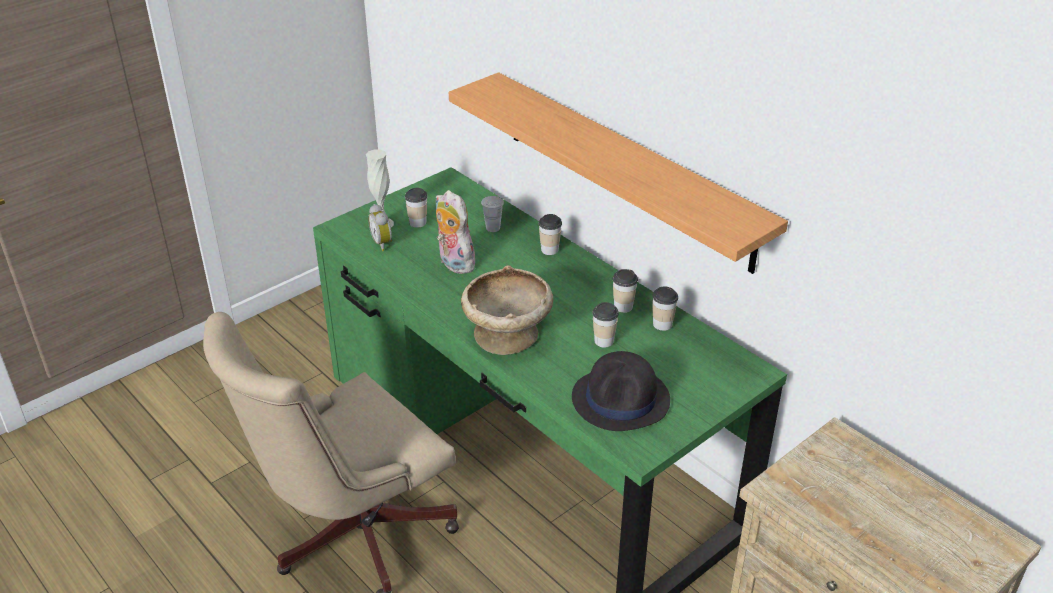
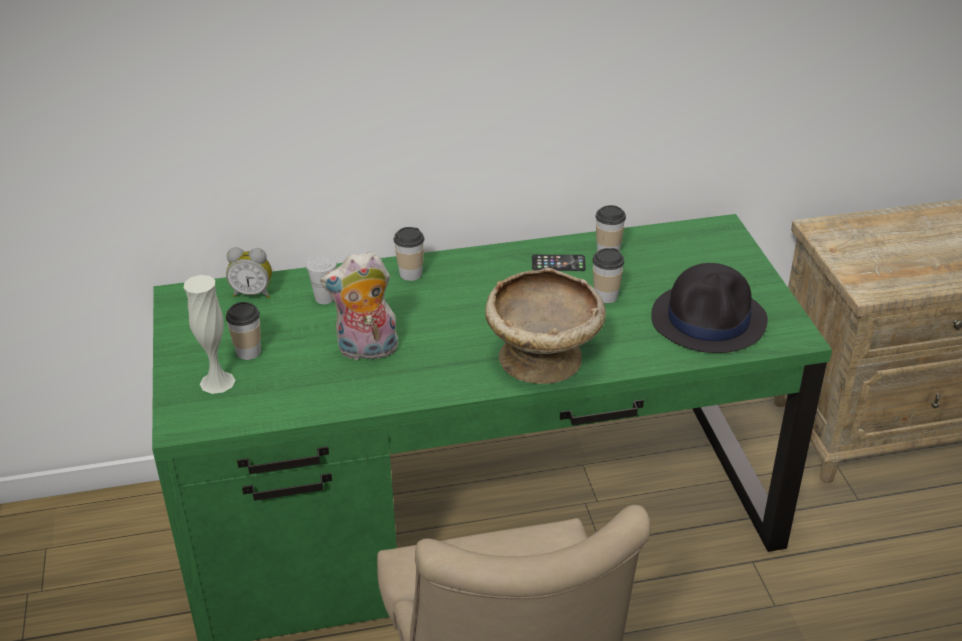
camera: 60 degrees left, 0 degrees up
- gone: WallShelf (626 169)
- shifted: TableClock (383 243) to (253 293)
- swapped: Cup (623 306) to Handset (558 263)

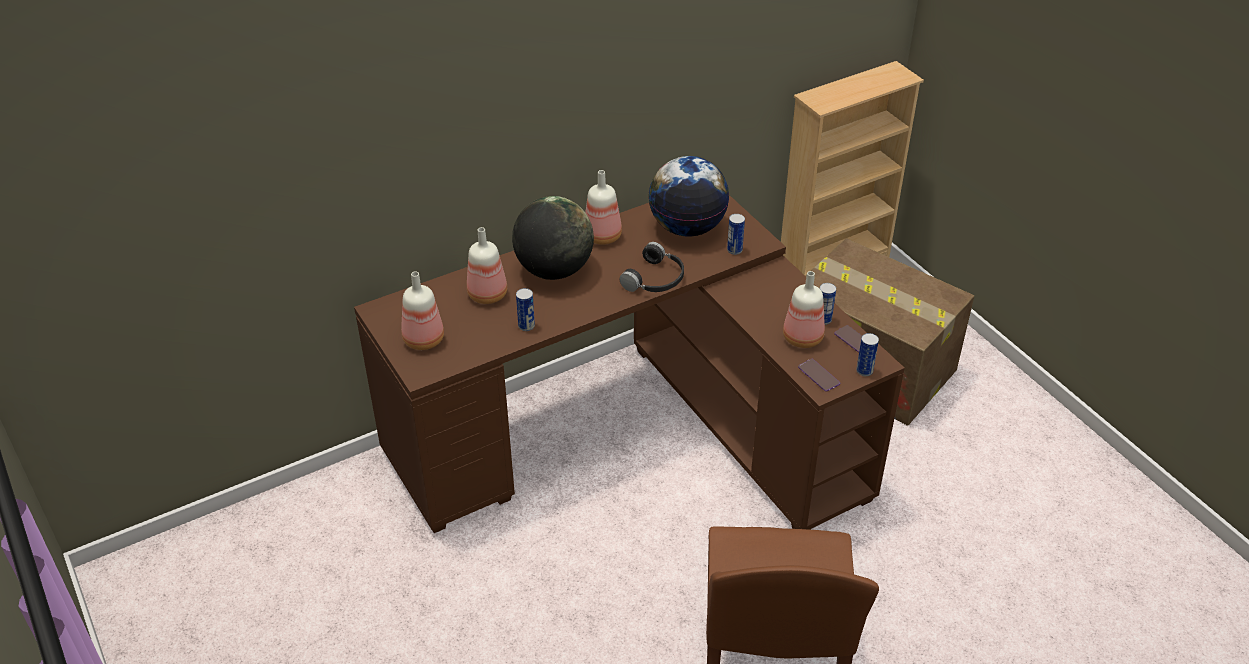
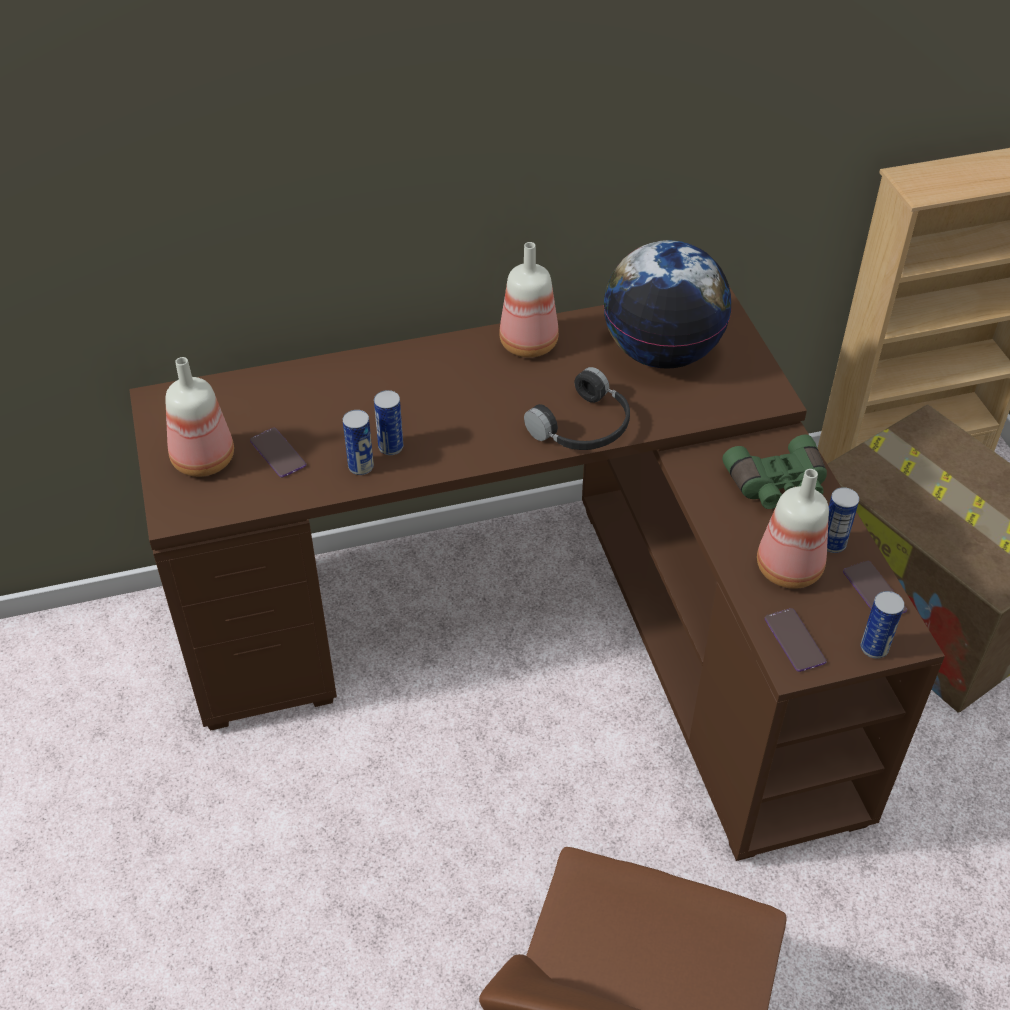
camera: 15 degrees right, 5 degrees up
- gone: WorldGlobe (554 270)
- shifted: SealedCan (734 250) to (391 447)
- gone: BeverageBottle (487 294)
- new: Handset (278 453)
- new: GreenColouredFieldGlasses (777 485)

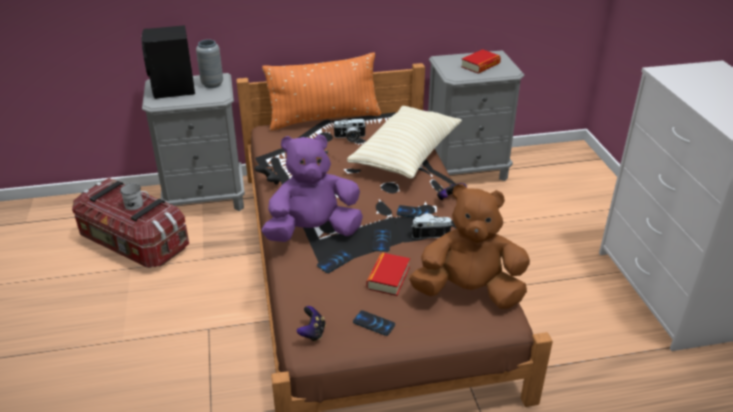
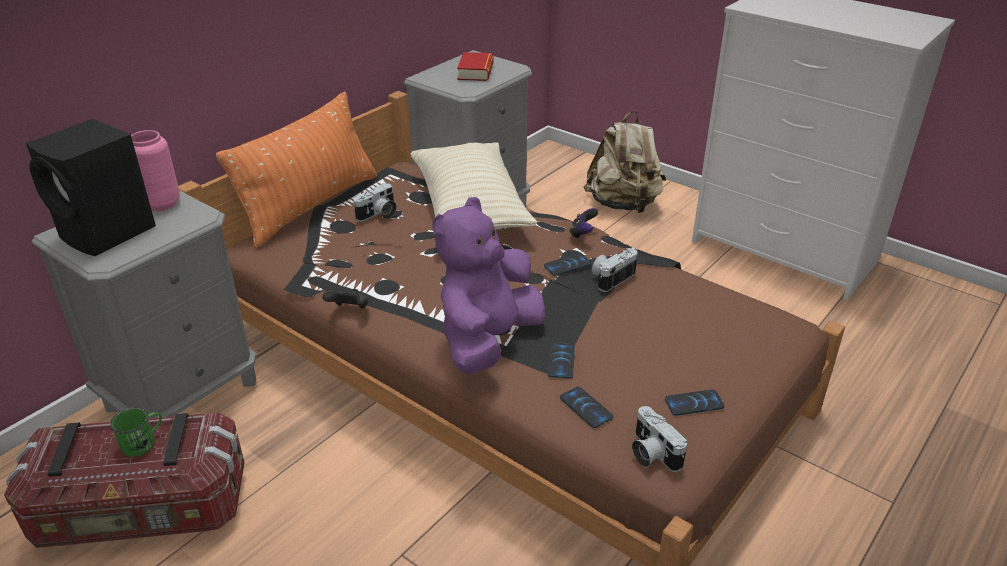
camera: 40 degrees left, 0 degrees up
- repainted: GrayDecorativeVase (212 84) to PinkishDecorativeVase (162 204)
- repainted: WhiteColouredCoffeeMug (137 205) to GreenColouredCoffeeMug (143 442)
- gone: BrownColouredSoftToy (468 292)
- shifted: Handset (381 241) to (586 408)
- gone: Book (388 278)
- swapped: Gamepad (312 333) to PhotoCamera (651 453)
- new: BeigeBackpack (623 205)

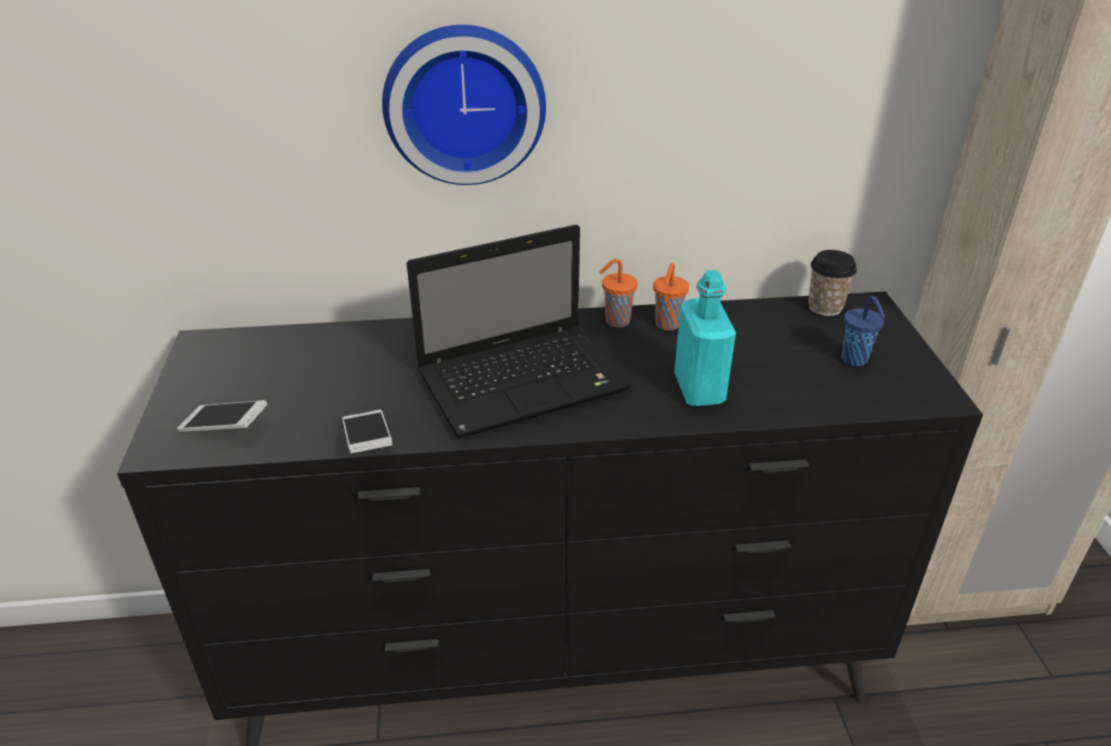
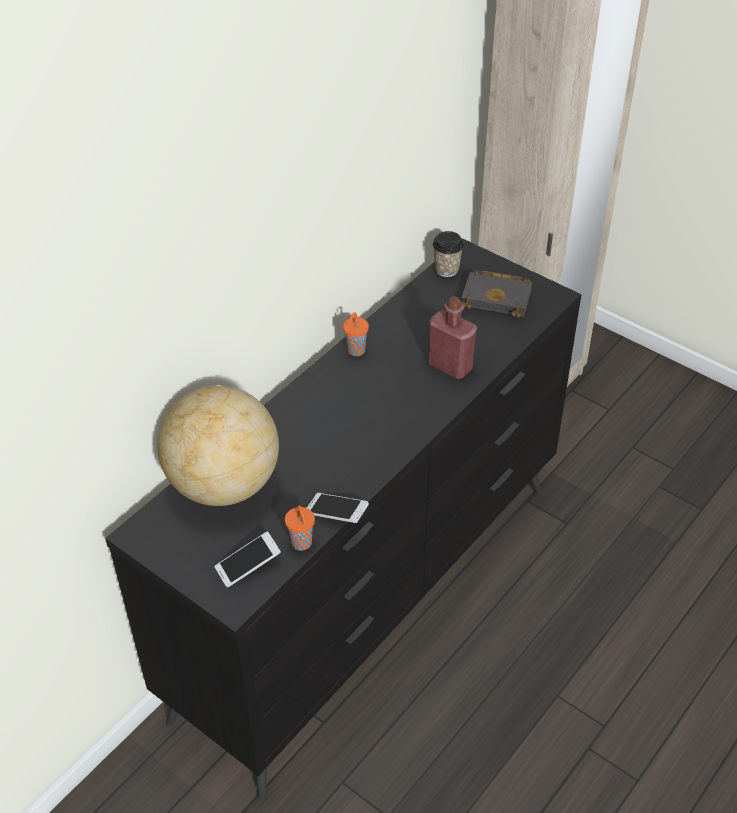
camera: 45 degrees left, 10 degrees up
- gone: HangingClock (464 103)
- gone: NotebookComputer (525 381)
- shifted: OrangeCup (667 325) to (302 544)
- repainted: TurquoiseBeverageBottle (699 389) to RedColouredBeverageBottle (450 366)
- swapped: BlueColouredCup (855 360) to BlackColouredBook (498 297)
- new: WorldGlobe (223 484)

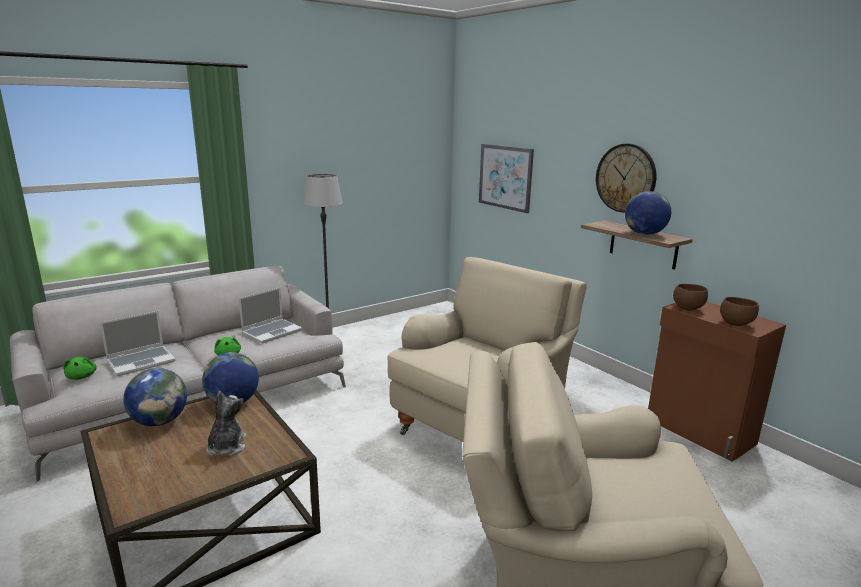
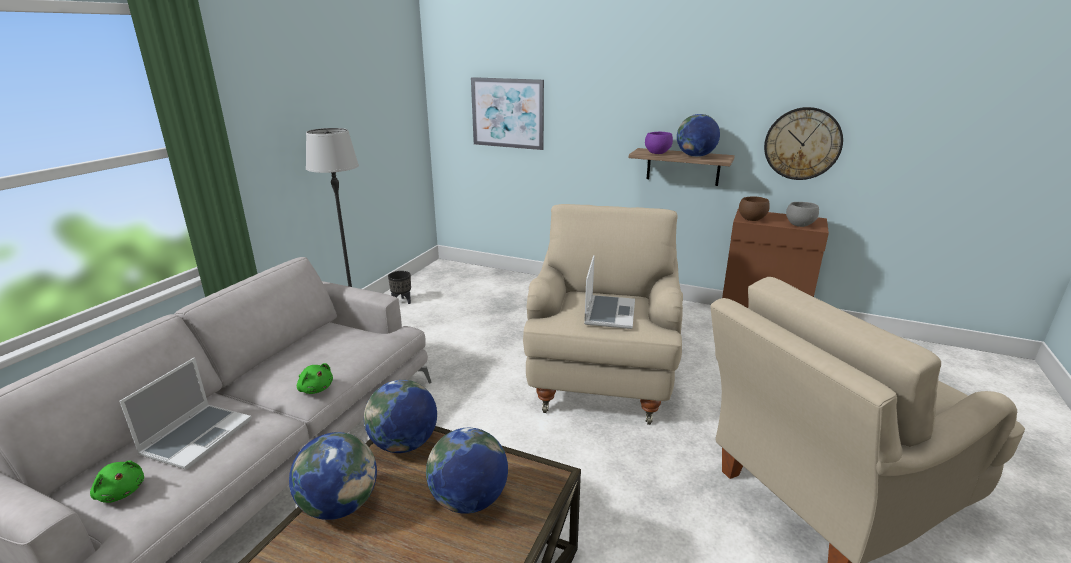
camera: 30 degrees left, 5 degrees up
- shifted: HangingClock (625 178) to (802 144)
- shifted: NotebookComputer (272 331) to (609 313)
- repainted: BrownColouredBowl (735 323) to GrayBowl (799 225)
- swapped: SoftToy (226 447) to WorldGlobe (469 500)
- new: PurpleBowl (656 153)
- new: BlackColouredPlantPot (402 301)

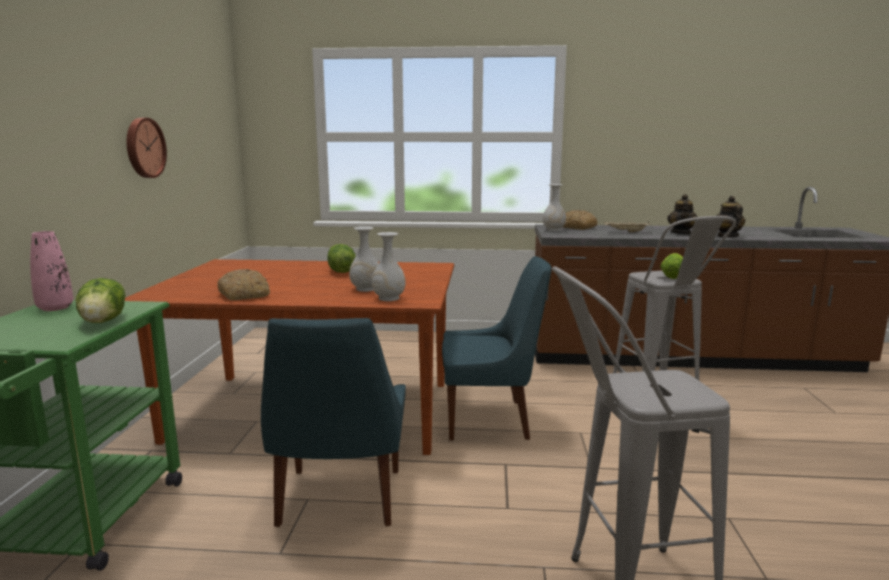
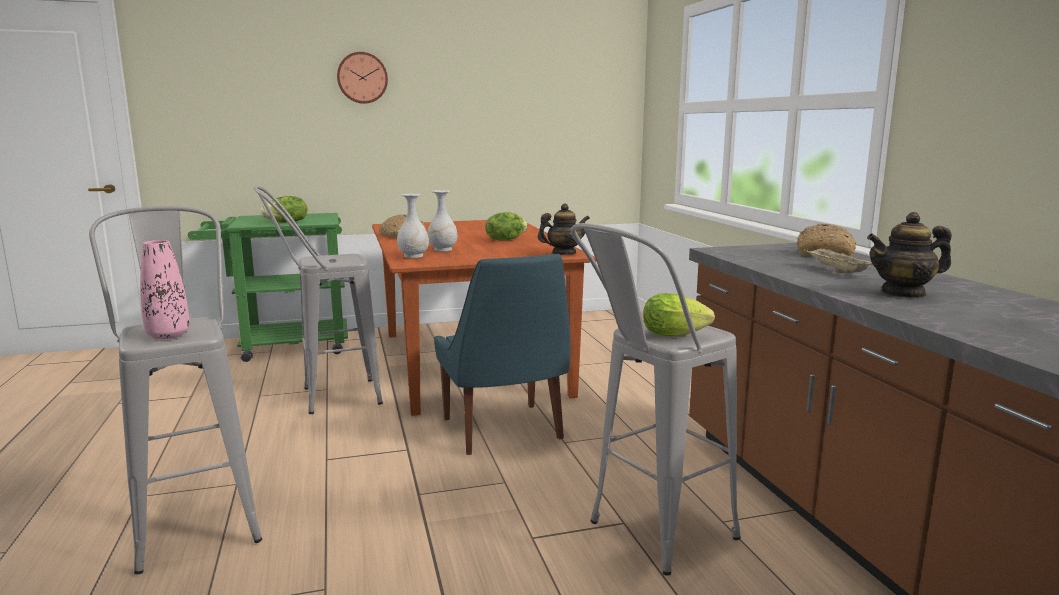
camera: 70 degrees right, 0 degrees up
- shifted: HangingClock (144 148) to (362 78)
- gone: WhiteColouredDecorativeVase (554 230)
- shifted: PotForTea (727 236) to (563 253)
- shifted: PinkishDecorativeVase (55 308) to (168 335)
- swapped: BlueColouredPlainChair (339 500) to GrayStoolSeat (326 398)

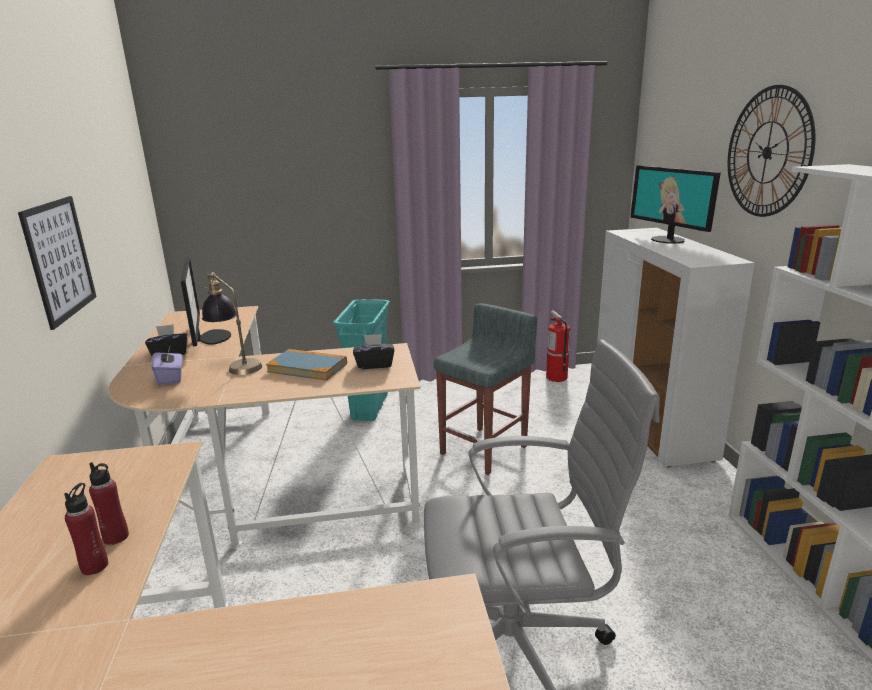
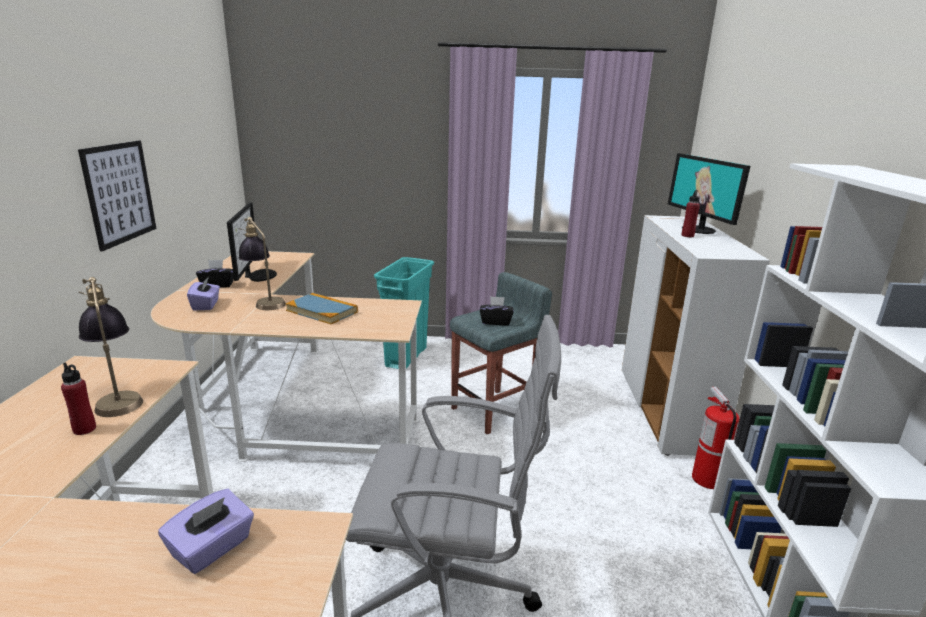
camera: 10 degrees right, 0 degrees up
- gone: HangingClock (767 152)
- shifted: Extinguisher (556 377) to (707 479)
- shifted: BlackColouredBoxOfTissues (374 364) to (495 322)
- shifted: RedColouredBeverageBottle (95 566) to (687 235)
- new: TabletopLamp (118 397)
- new: PurpleBoxOfTissues (212 548)

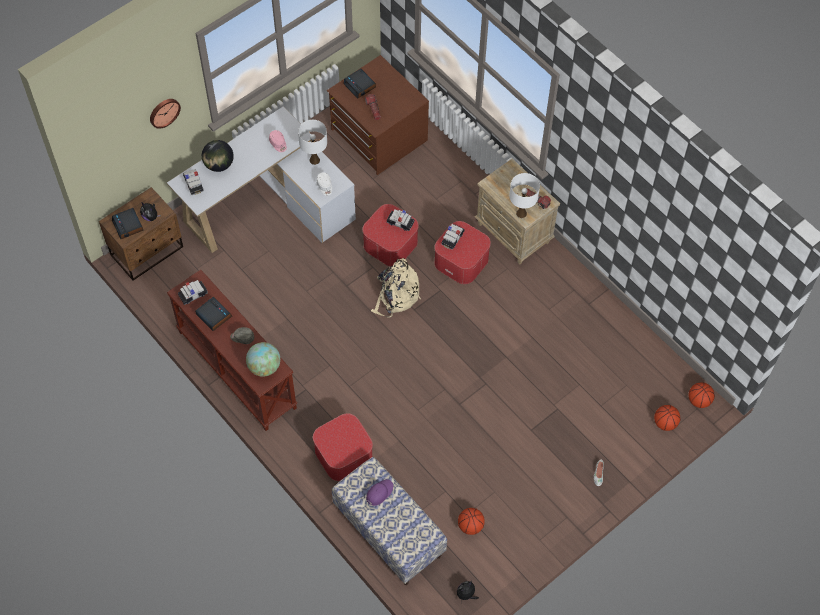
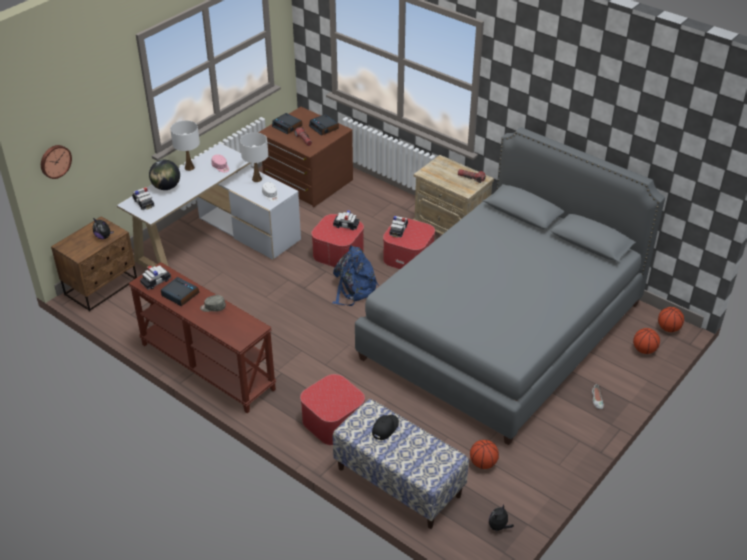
camera: 10 degrees left, 20 degrees down
- shifted: HangingClock (164 112) to (55 161)
- shifted: WhiteColouredTabletopLamp (521 213) to (189 167)
- shifted: TableClock (128 226) to (324 128)
- repainted: BeigeBackpack (396 296) to BlueColouredBackpack (353 289)
- gone: WorldGlobe (264 367)
- repainted: PurpleCap (379 493) to BlackColouredCap (385 428)
- new: GraySleepingBed (502 331)

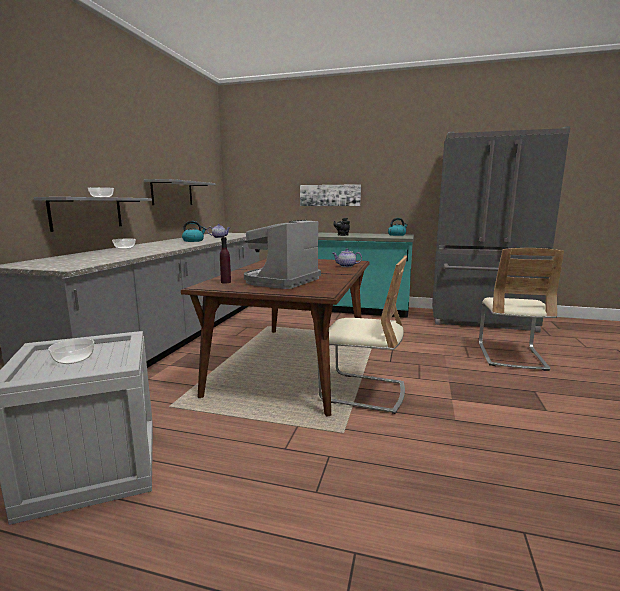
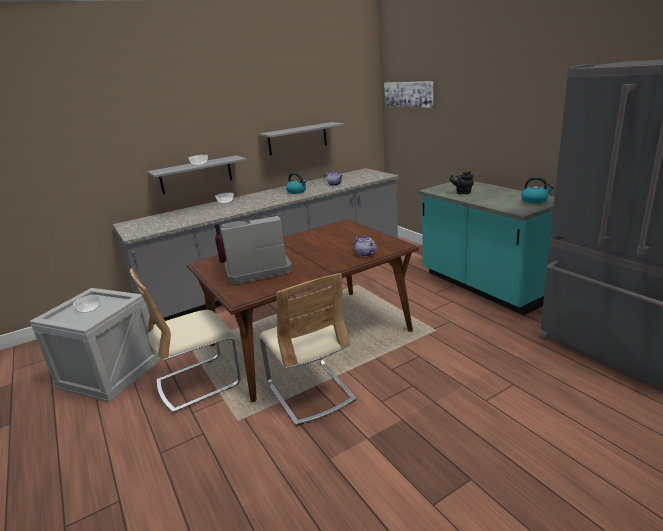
camera: 45 degrees right, 10 degrees up
- shifted: Picture (330 195) to (408 94)
- shifted: BeigePlainChair (511 356) to (198 382)

